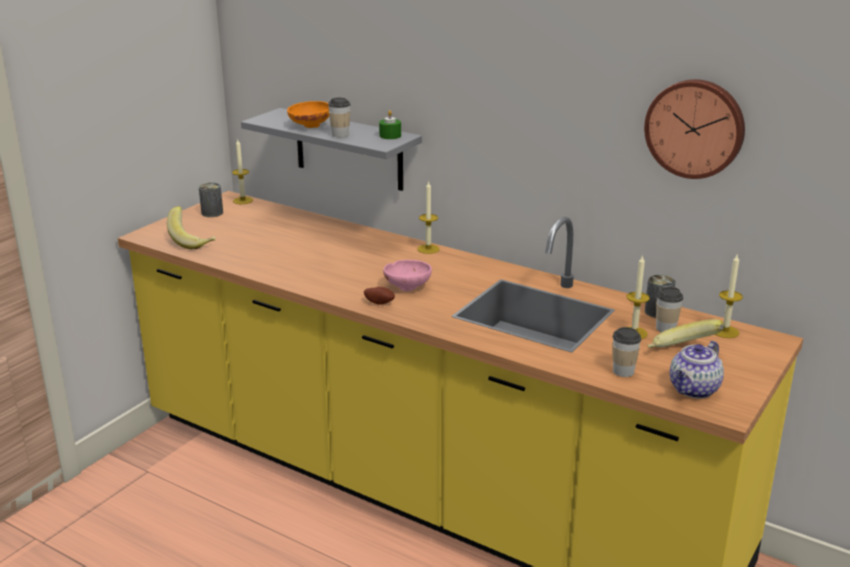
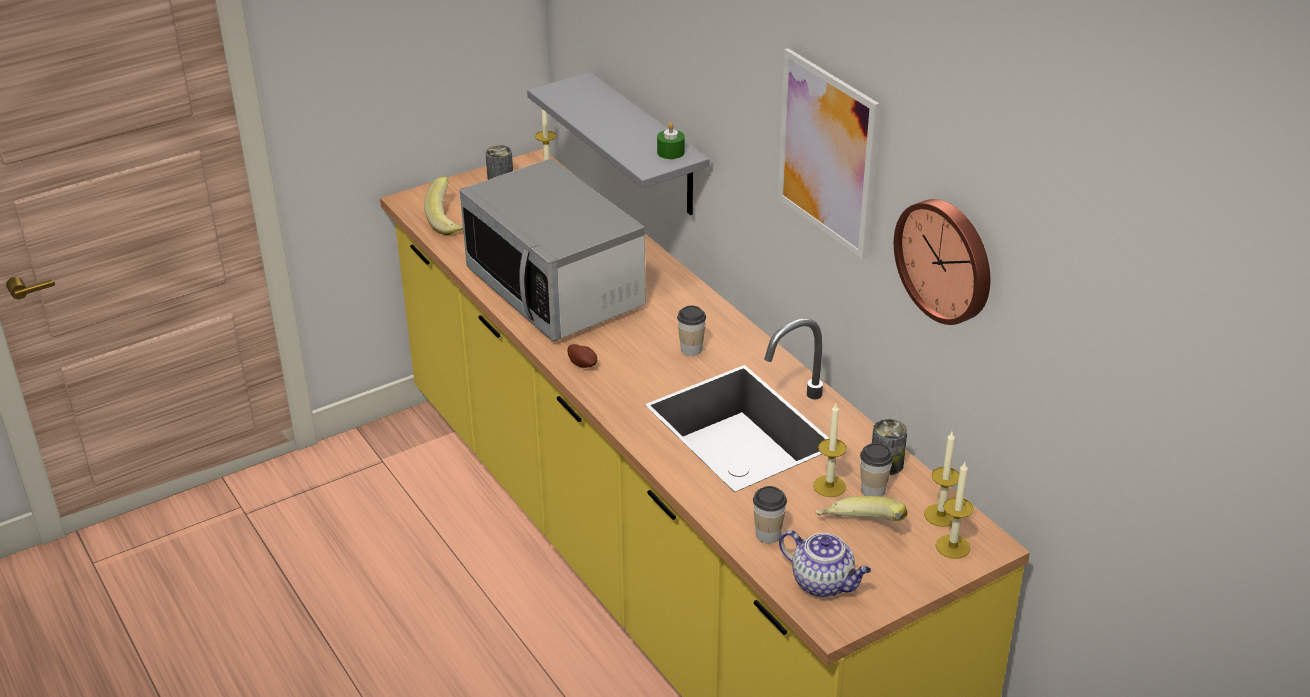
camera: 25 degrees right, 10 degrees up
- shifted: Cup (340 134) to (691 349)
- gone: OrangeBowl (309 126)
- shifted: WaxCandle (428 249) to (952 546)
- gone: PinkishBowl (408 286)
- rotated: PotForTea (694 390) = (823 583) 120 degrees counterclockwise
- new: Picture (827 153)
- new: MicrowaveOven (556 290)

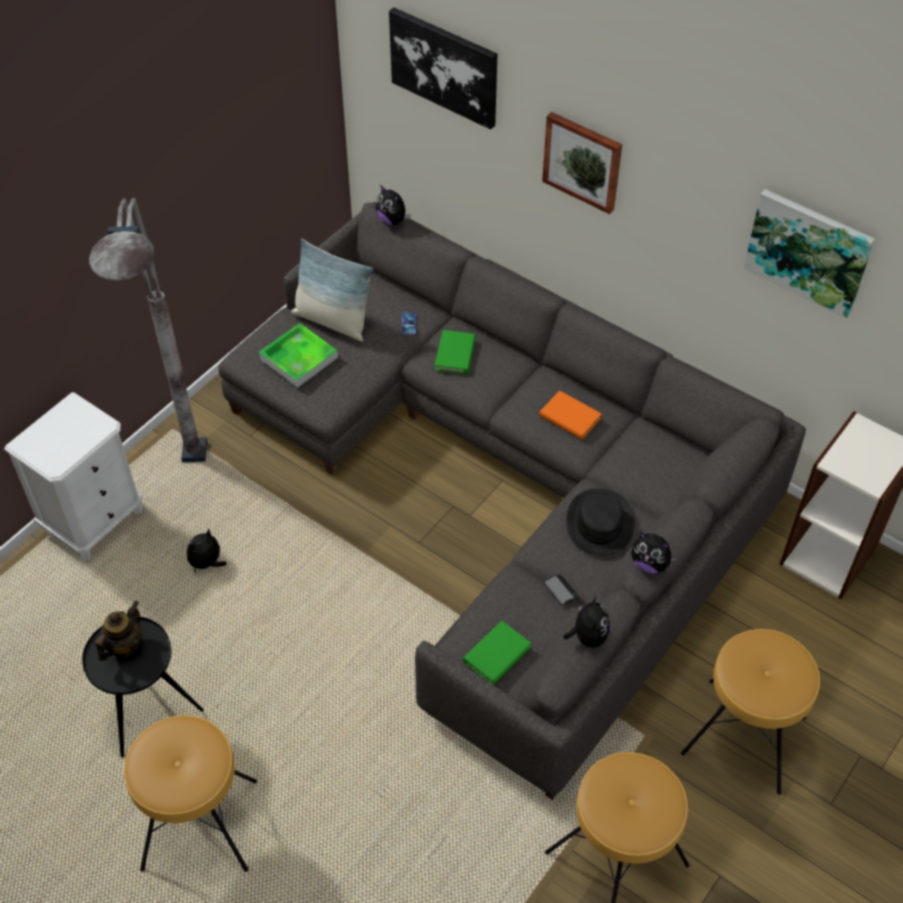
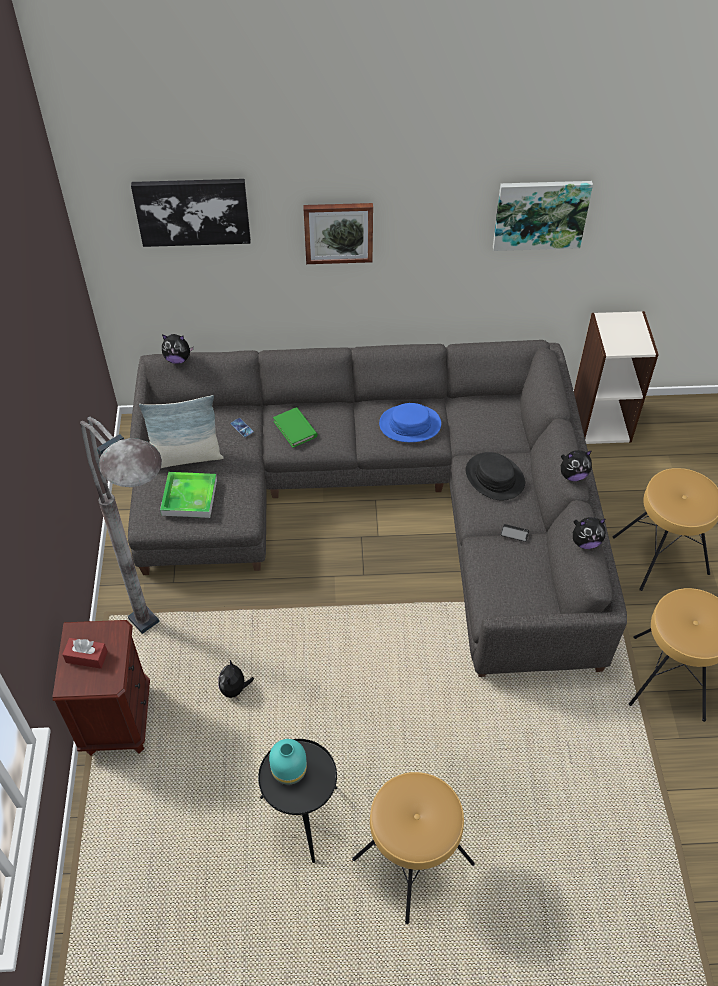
camera: 40 degrees left, 0 degrees up
- swapped: OrangeBook (570 417) to BlueColouredClothingHat (410 424)
- repainted: WhiteColouredBedsideTable (95 520) to BrownColouredBedsideTable (118 720)
- rotated: SoftToy (588 636) = (585 542) 120 degrees clockwise
- swapped: PotForTea (124 646) to TurquoiseDecorativeVase (288 772)
- gone: GreenColouredBook (496 654)
- new: RedColouredBoxOfTissues (86 657)

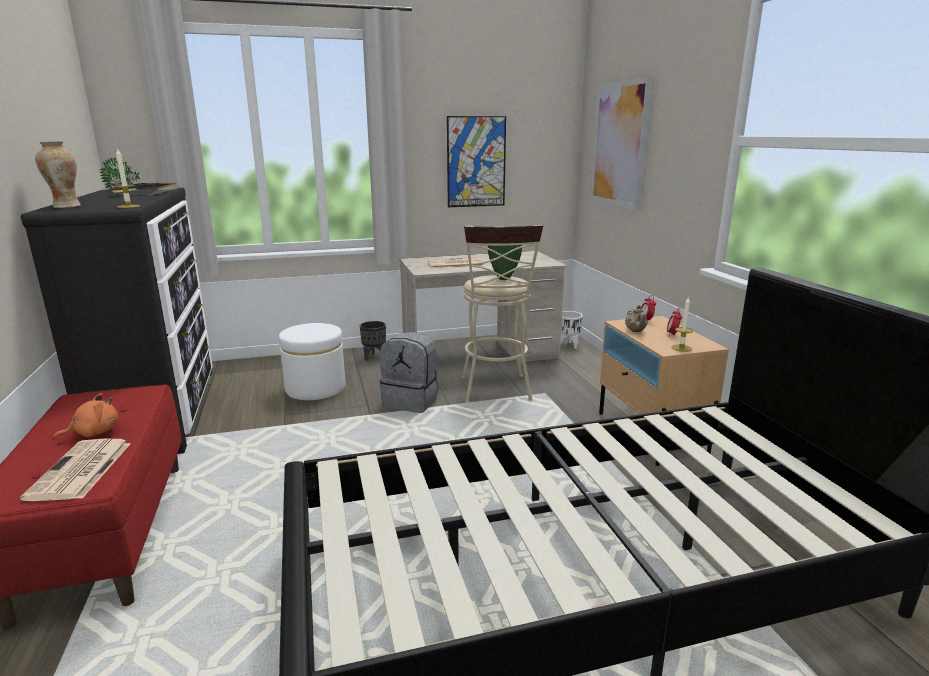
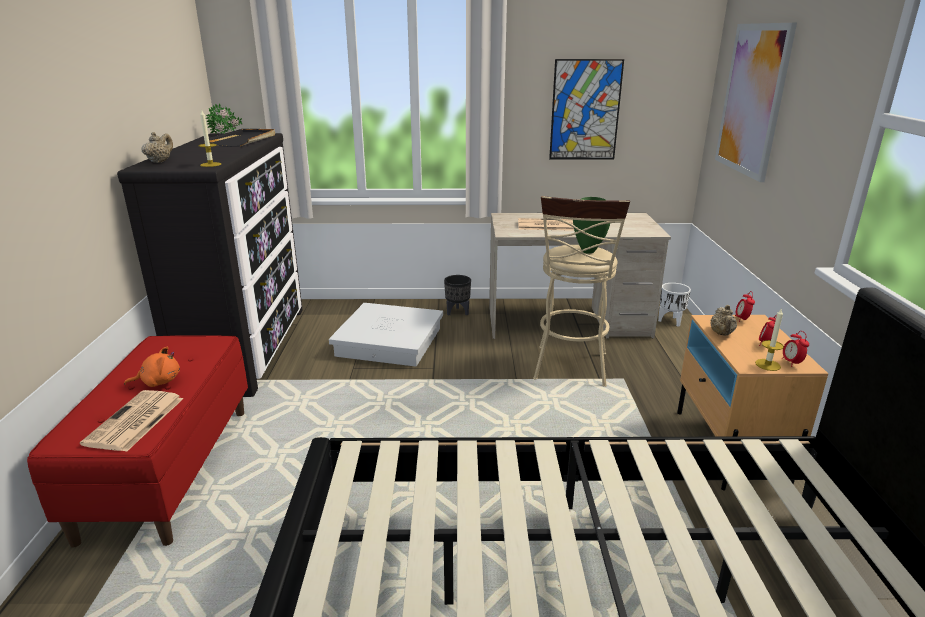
camera: 15 degrees right, 5 degrees up
- swapped: DecorativeVase (66 206) to BeigePotForTea (160 161)
- swapped: WhiteColouredPouffe (315 388) to WhiteColouredStorageBin (390 341)
- gone: GrayBackpack (411 401)
- new: TableClock (791 363)

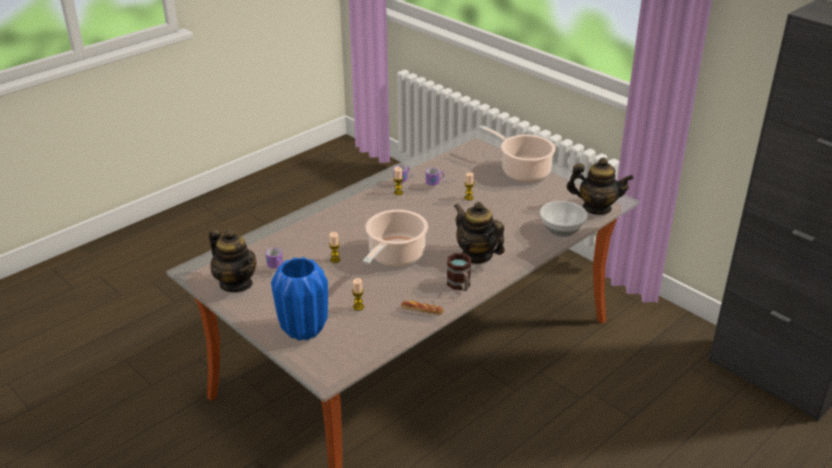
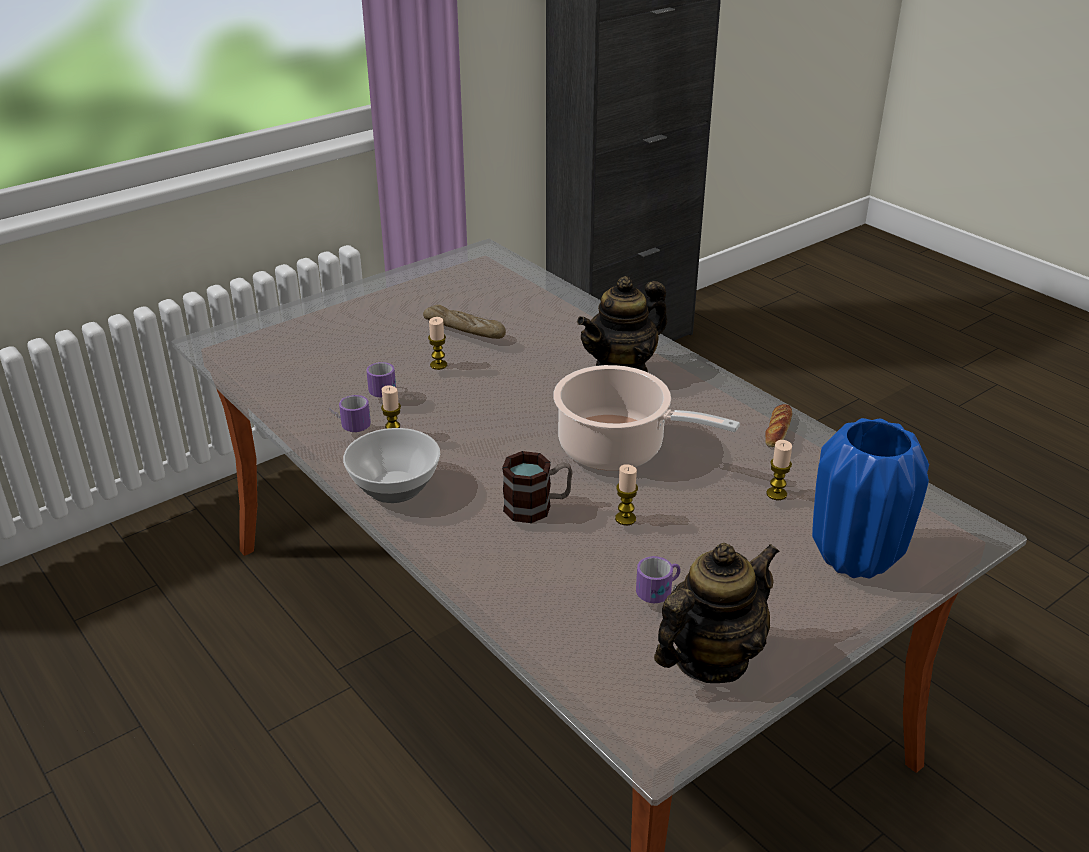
camera: 85 degrees left, 0 degrees up
- gone: Stockpot (523 171)
- gone: PotForTea (596 208)
- shifted: Bowl (562 230) to (396 486)
- shifted: CoffeeMug (460 286) to (537 507)
- new: BakedBread (464 330)

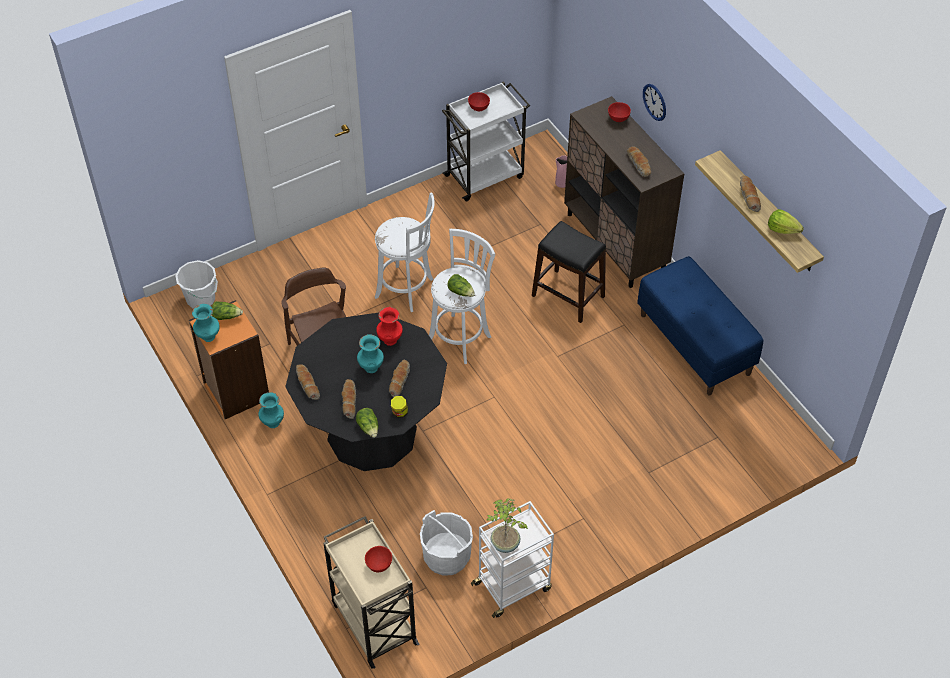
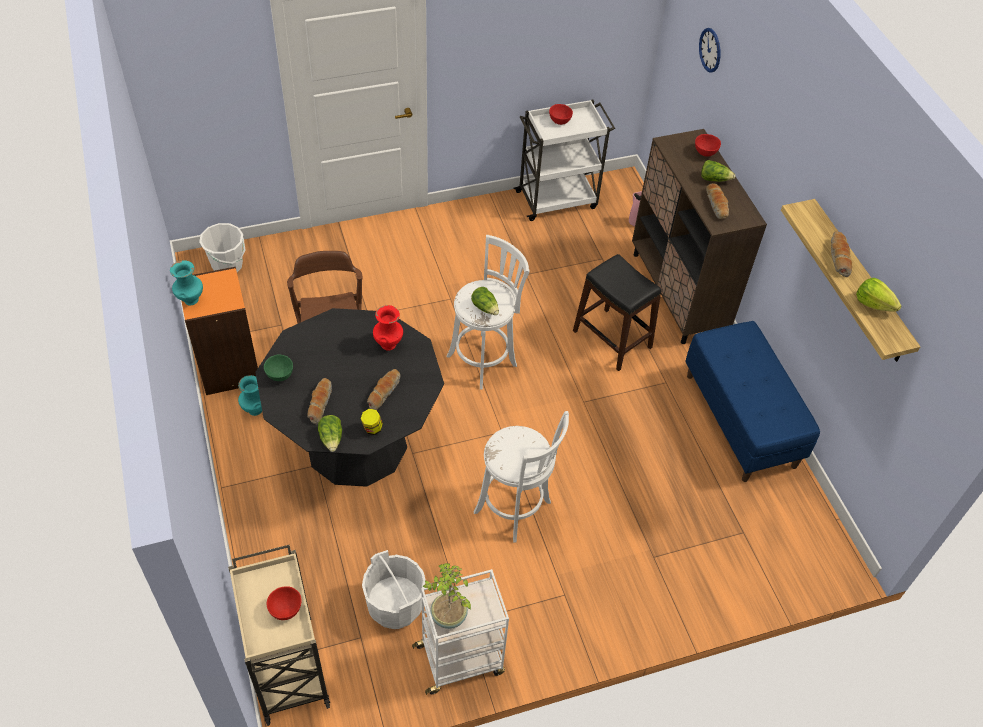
camera: 10 degrees right, 0 degrees up
- shifted: HangingClock (654 102) to (710 50)
- shifted: WhiteColouredStoolSeat (407 290) to (515 510)
- shifted: HeadOfLettuce (226 316) to (714 179)
- gone: TurquoiseDecorativeVase (371 367)
- swapped: BakedBread (307 385) to GreenColouredBowl (280 375)

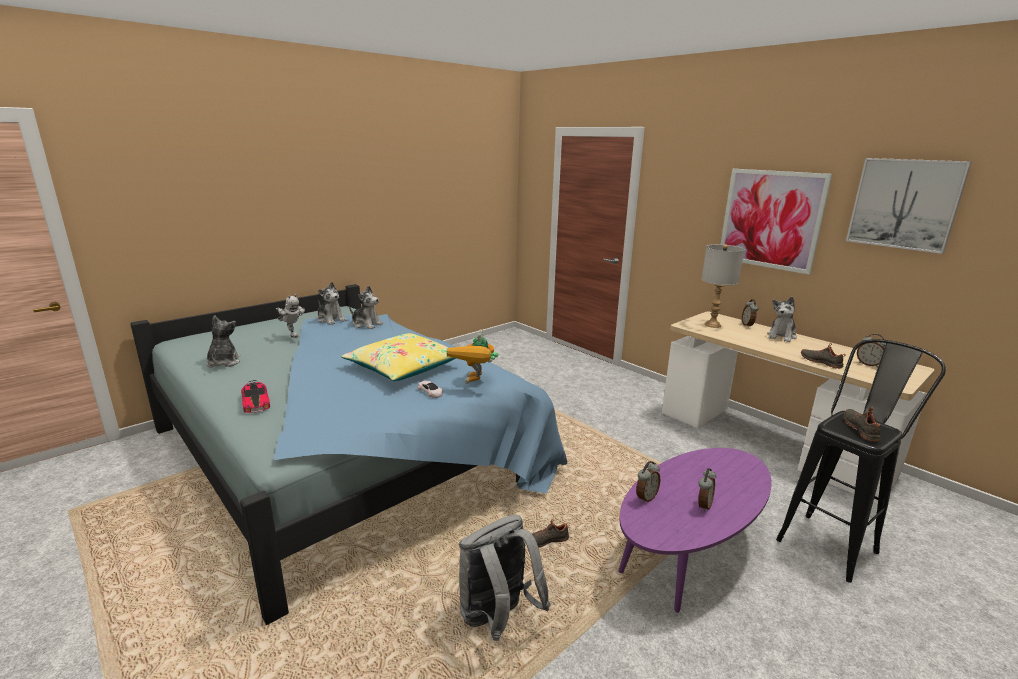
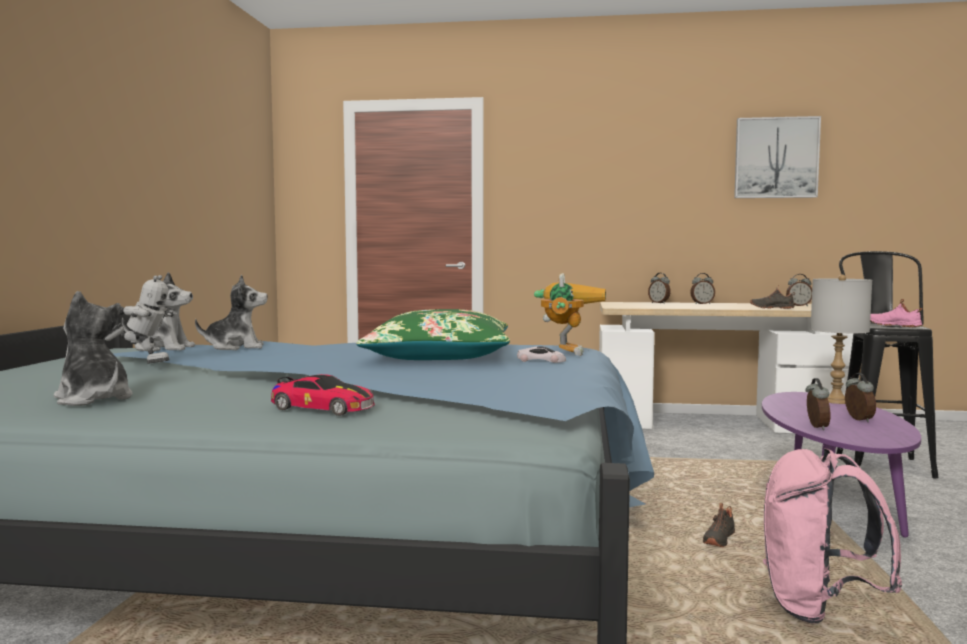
camera: 40 degrees left, 15 degrees down
- gone: Picture (770 219)
- shifted: GrayTabletopLamp (713 325) to (836 401)
- swapped: SoftToy (781 336) to TableClock (702 304)
- rotated: RobotFigure (476 384) = (565 351) 135 degrees counterclockwise
- repainted: YellowCushion (403 368) to GreenColouredCushion (439 356)
- repainted: BlackColouredLowShoe (861 429) to PinkishLowShoe (895 325)
- repainted: GrayBackpack (497 618) to PinkishBackpack (818 608)

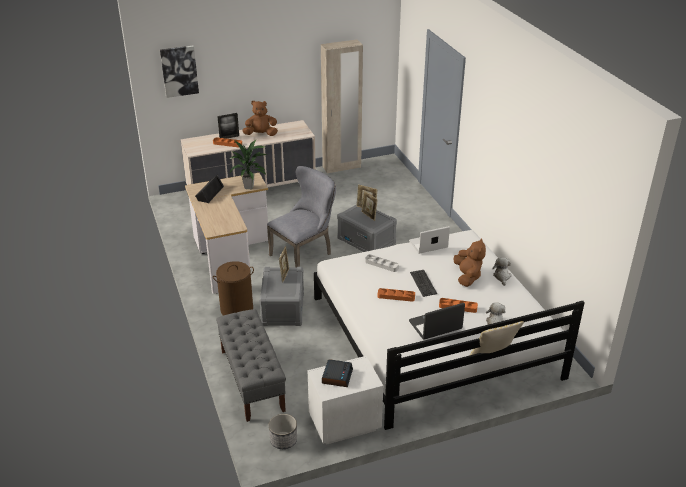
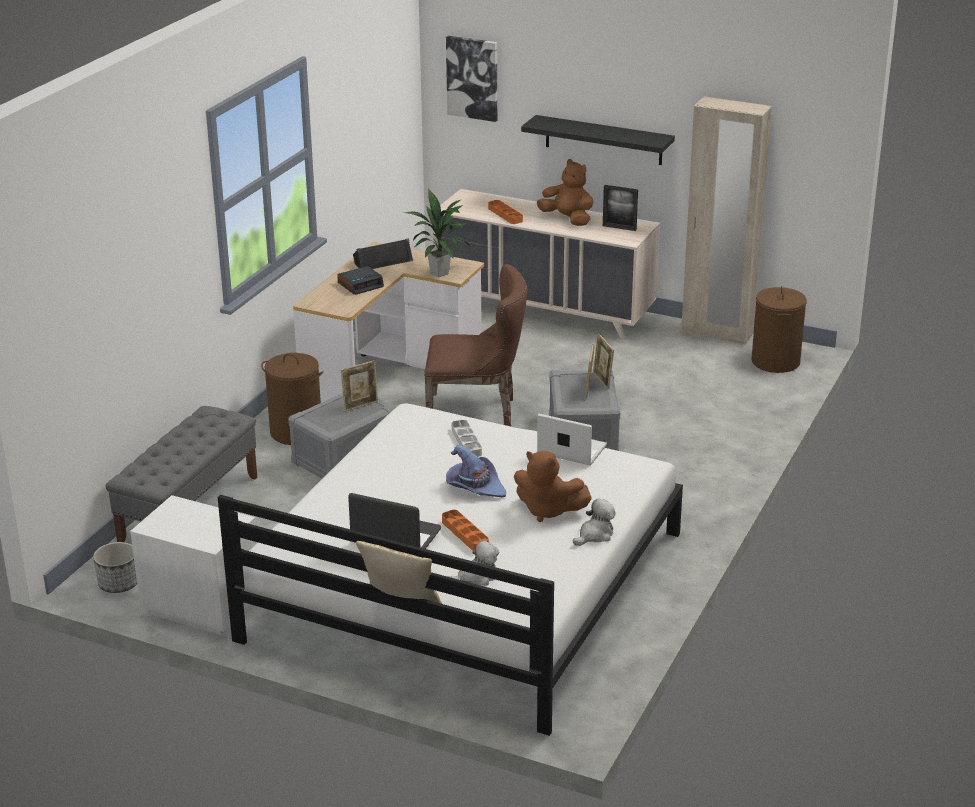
camera: 45 degrees right, 5 degrees down
- shifted: StandingFrame (229 137) to (619 228)
- repainted: GrayPlainChair (304 254) to BrownColouredPlainChair (477 412)
- rotated: BrownColouredSoftToy (467 277) = (548 510) 75 degrees clockwise
- swapped: Keyboard (423 283) to PurpleClothingHat (475 486)
- gone: OrangeCarryingTray (396 296)
- shifted: TableClock (337 376) to (360 285)
- new: BlackColouredWallShelf (603 140)
- new: BrownColouredHamper (775 362)

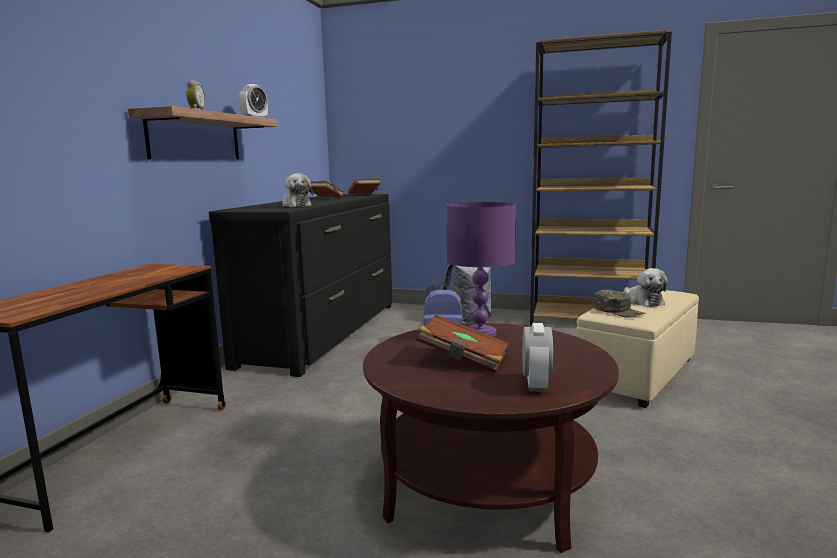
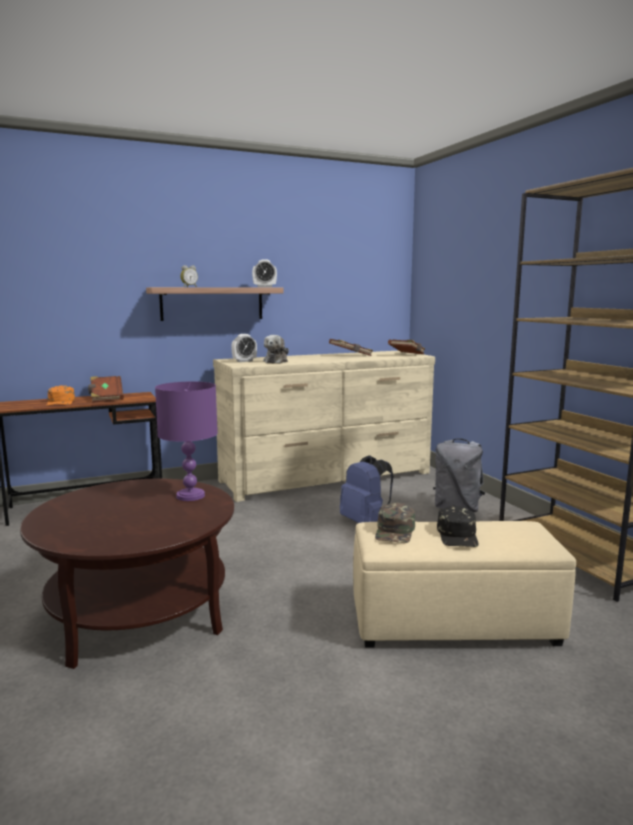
camera: 50 degrees right, 0 degrees up
- repainted: BlackColouredChestOfDrawers (324 332) to BeigeChestOfDrawers (327 477)
- swapped: SoftToy (643 301) to BlackColouredCap (458 535)
- shifted: BrownColouredBook (463 360) to (106 398)
- shifted: TableClock (536 385) to (244 361)
- new: OrangeCap (61 402)

